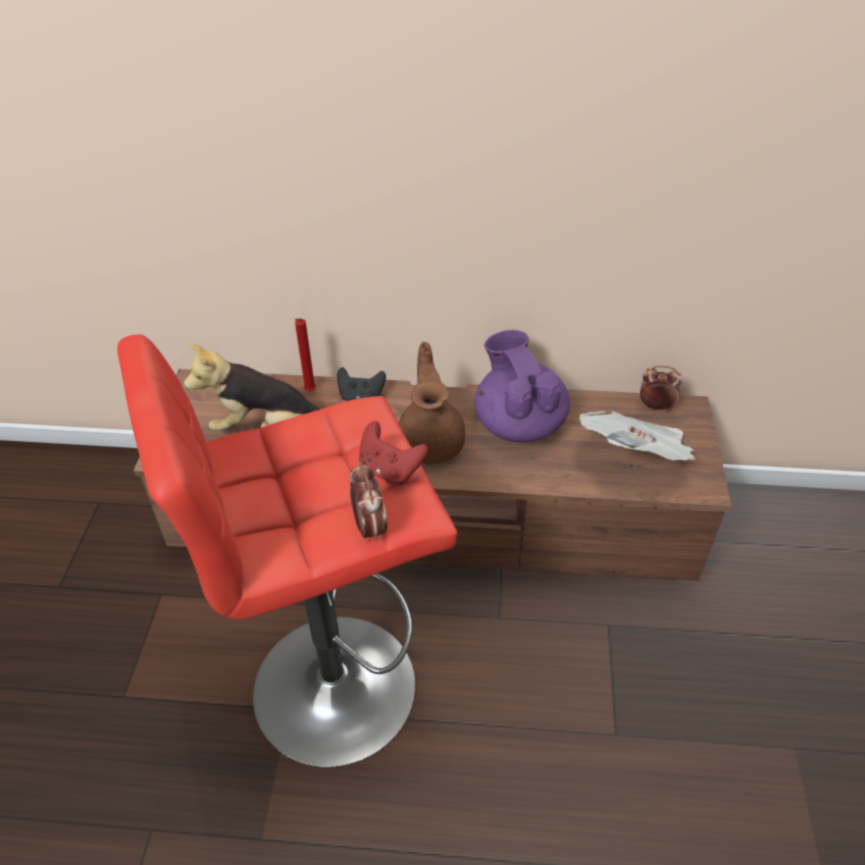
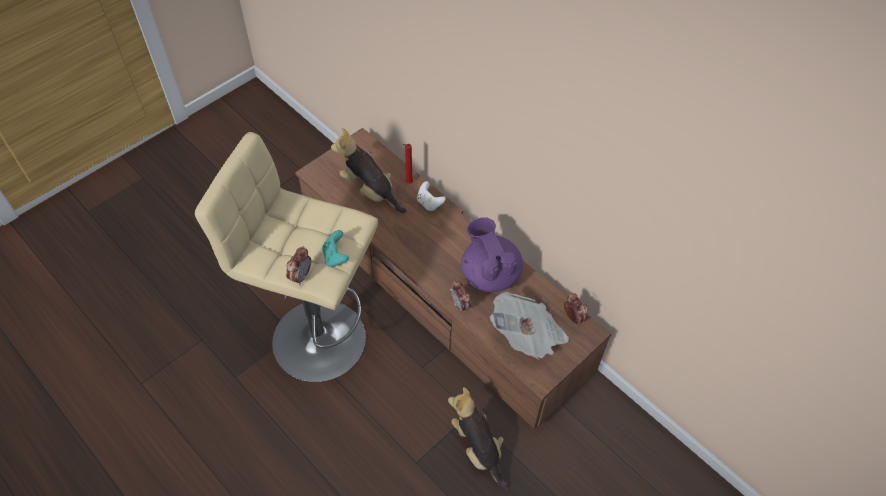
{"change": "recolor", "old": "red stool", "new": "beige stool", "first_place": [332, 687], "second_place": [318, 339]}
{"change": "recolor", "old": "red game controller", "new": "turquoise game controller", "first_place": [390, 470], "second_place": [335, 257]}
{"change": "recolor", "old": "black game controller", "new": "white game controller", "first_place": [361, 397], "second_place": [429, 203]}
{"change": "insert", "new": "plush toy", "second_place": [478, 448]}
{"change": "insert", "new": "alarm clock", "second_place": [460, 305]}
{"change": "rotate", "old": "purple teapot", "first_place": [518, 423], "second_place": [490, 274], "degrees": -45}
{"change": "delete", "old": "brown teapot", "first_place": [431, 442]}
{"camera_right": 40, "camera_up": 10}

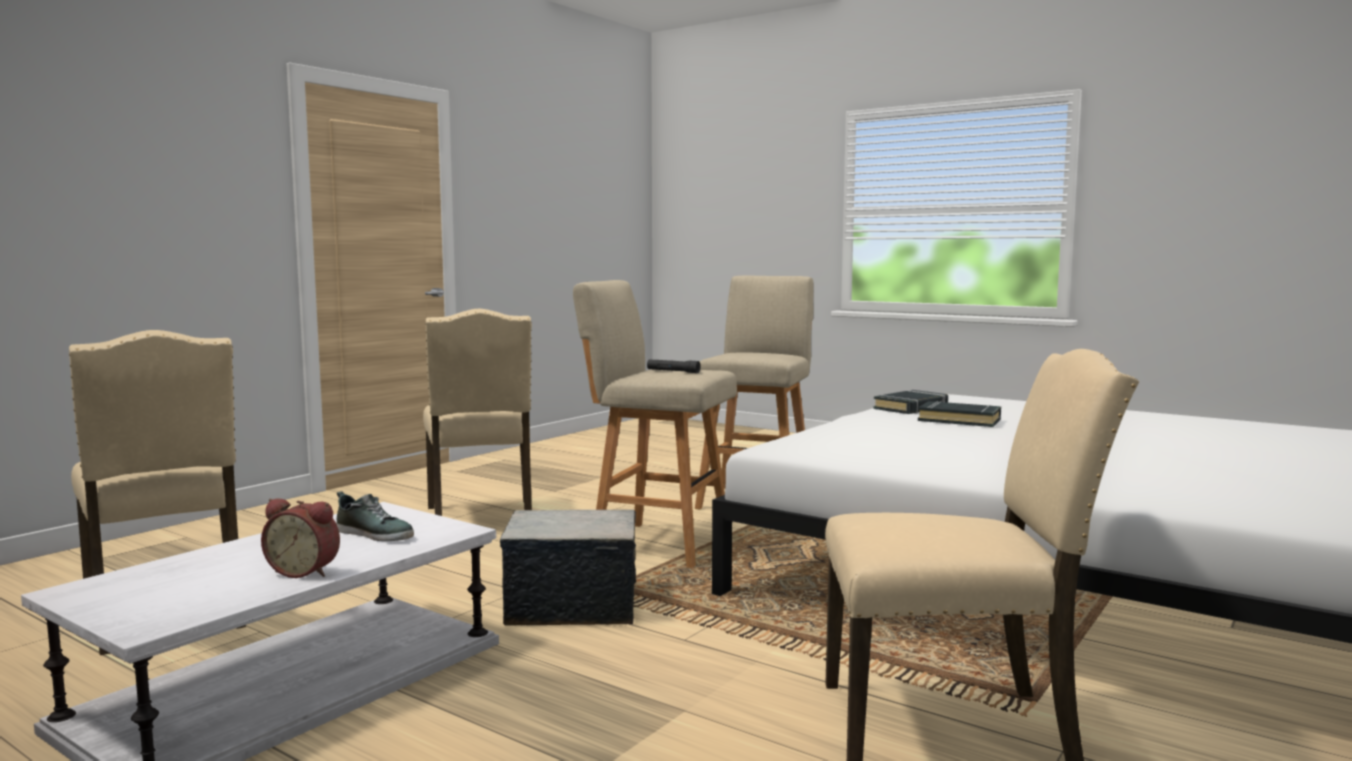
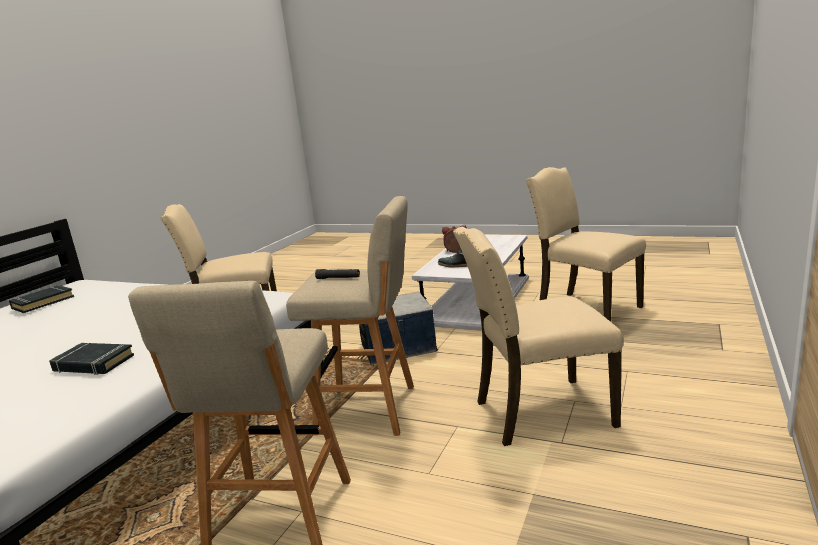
{"change": "move", "old": "black book", "first_place": [911, 408], "second_place": [43, 302]}
{"change": "rotate", "old": "beige chair", "first_place": [482, 521], "second_place": [539, 413], "degrees": -75}
{"camera_right": 170, "camera_up": 10}

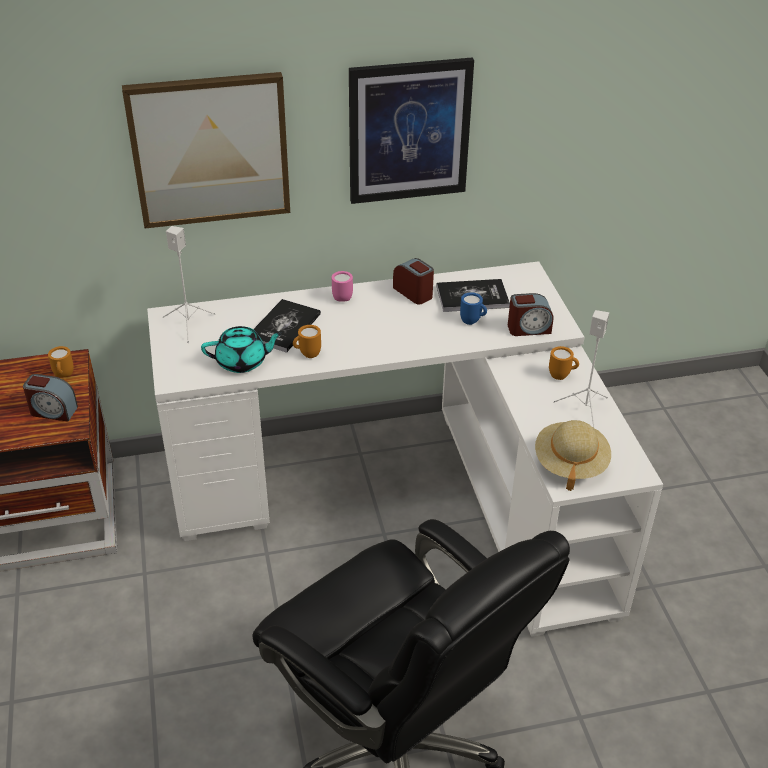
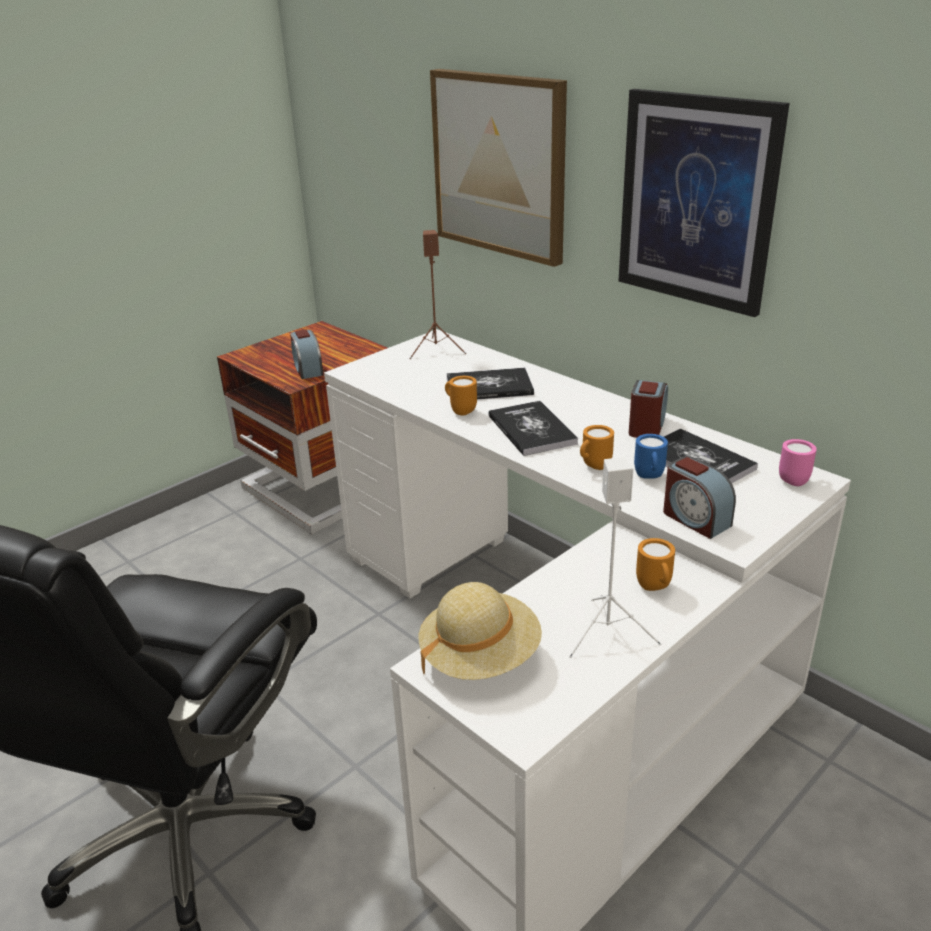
{"change": "recolor", "old": "white speaker", "new": "brown speaker", "first_place": [189, 324], "second_place": [437, 350]}
{"change": "insert", "new": "book", "second_place": [531, 430]}
{"change": "move", "old": "orange mug", "first_place": [64, 376], "second_place": [593, 467]}
{"change": "move", "old": "pink mug", "first_place": [342, 297], "second_place": [796, 480]}
{"change": "delete", "old": "turquoise teapot", "first_place": [242, 362]}
{"camera_right": 60, "camera_up": -10}

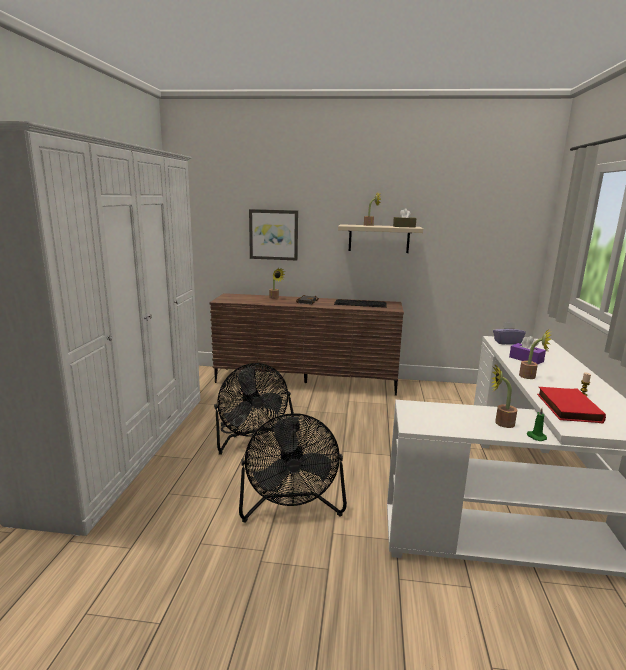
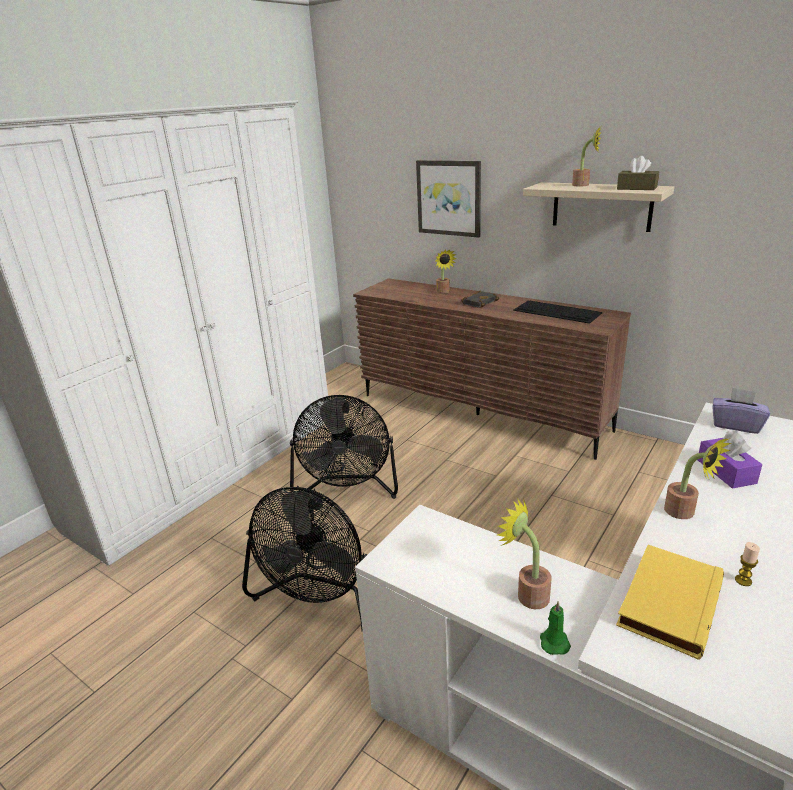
{"change": "recolor", "old": "red book", "new": "yellow book", "first_place": [566, 407], "second_place": [667, 601]}
{"camera_right": 30, "camera_up": 10}

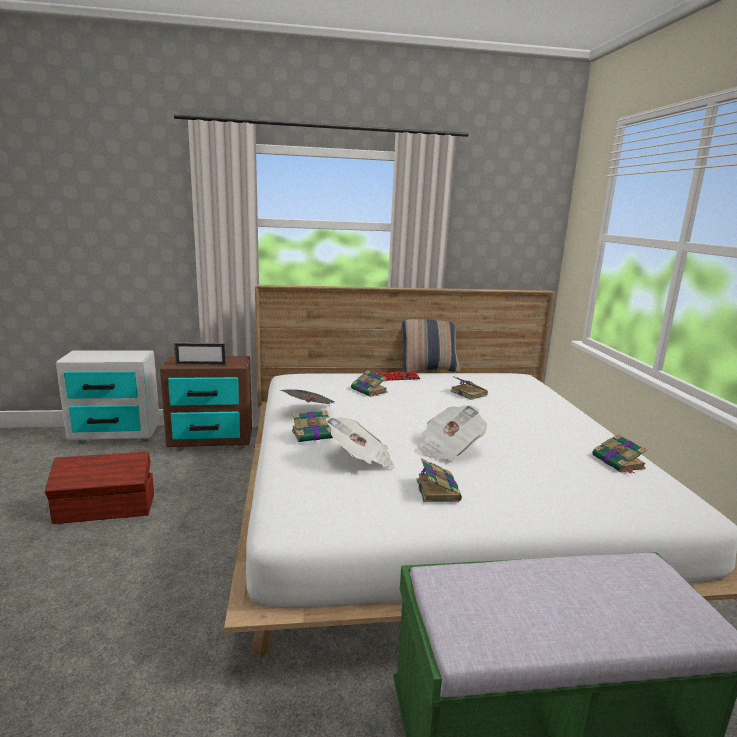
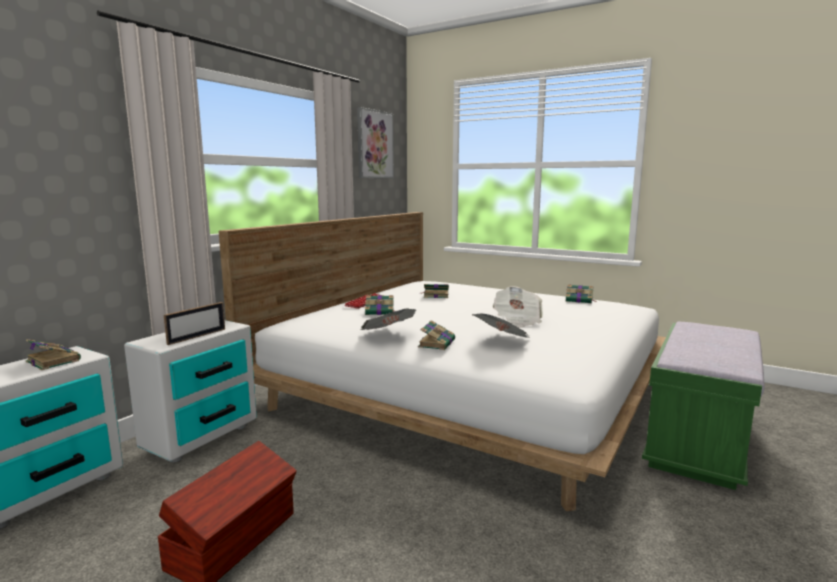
{"change": "move", "old": "book", "first_place": [437, 489], "second_place": [53, 361]}
{"change": "recolor", "old": "brown nightstand", "new": "white nightstand", "first_place": [211, 443], "second_place": [202, 439]}
{"change": "insert", "new": "picture", "second_place": [374, 144]}
{"change": "delete", "old": "pillow", "first_place": [428, 370]}
{"camera_right": -50, "camera_up": -5}

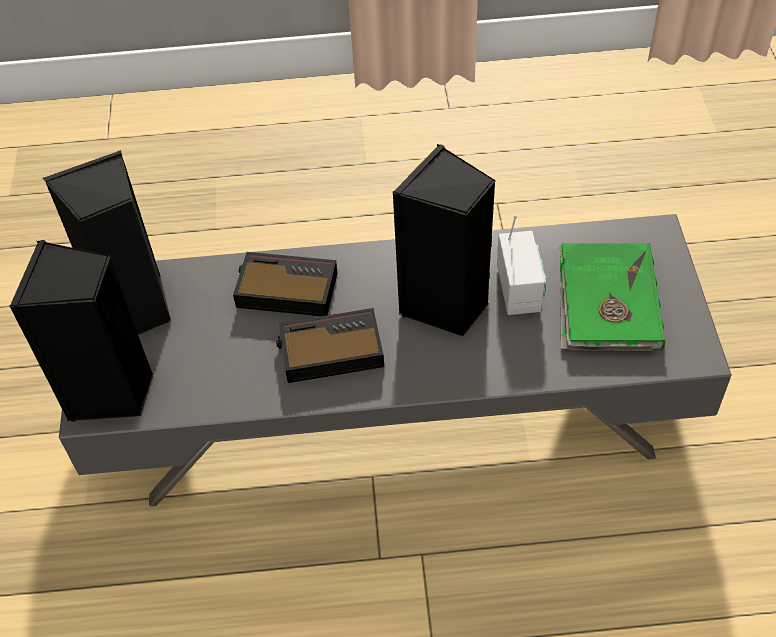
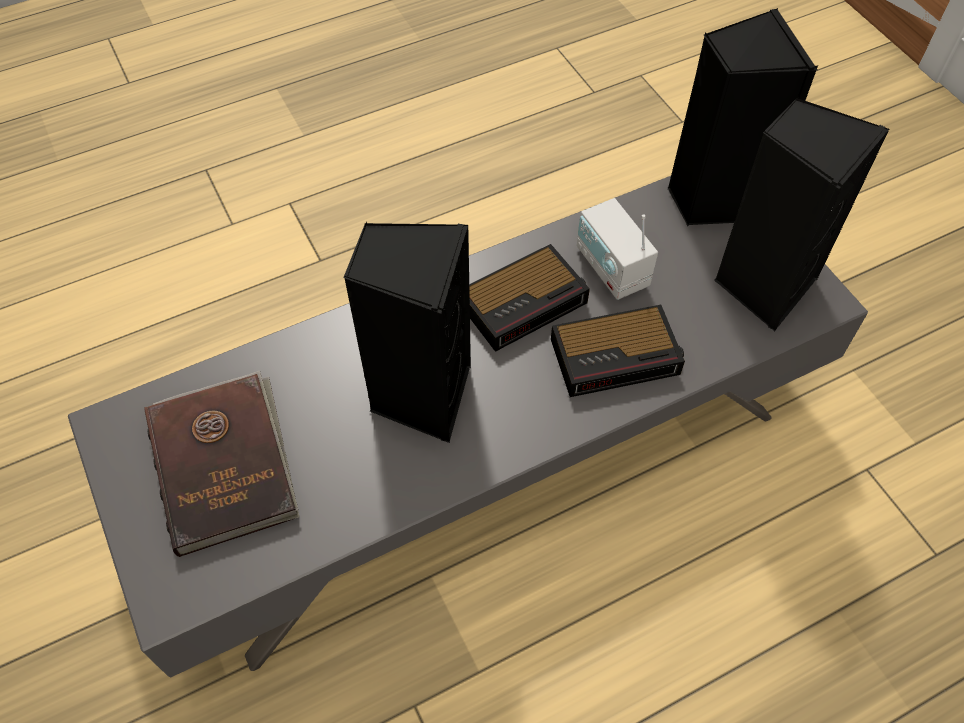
{"change": "recolor", "old": "green book", "new": "brown book", "first_place": [606, 301], "second_place": [225, 463]}
{"change": "move", "old": "radio", "first_place": [519, 289], "second_place": [611, 268]}
{"camera_right": 155, "camera_up": 5}

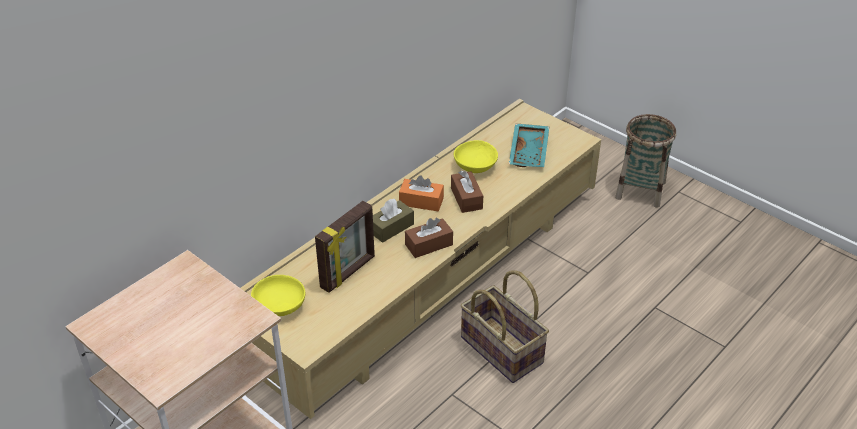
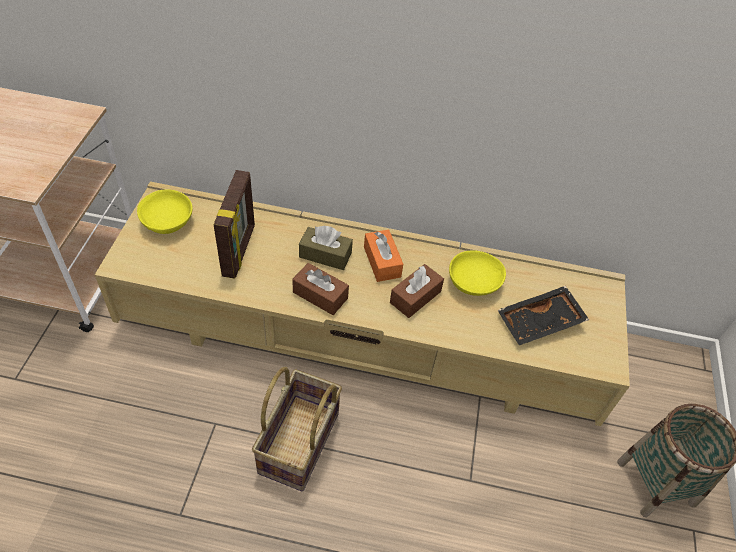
{"change": "rotate", "old": "picture frame", "first_place": [348, 273], "second_place": [240, 250], "degrees": -90}
{"change": "recolor", "old": "turquoise tray", "new": "black tray", "first_place": [530, 152], "second_place": [540, 323]}
{"camera_right": 55, "camera_up": 10}

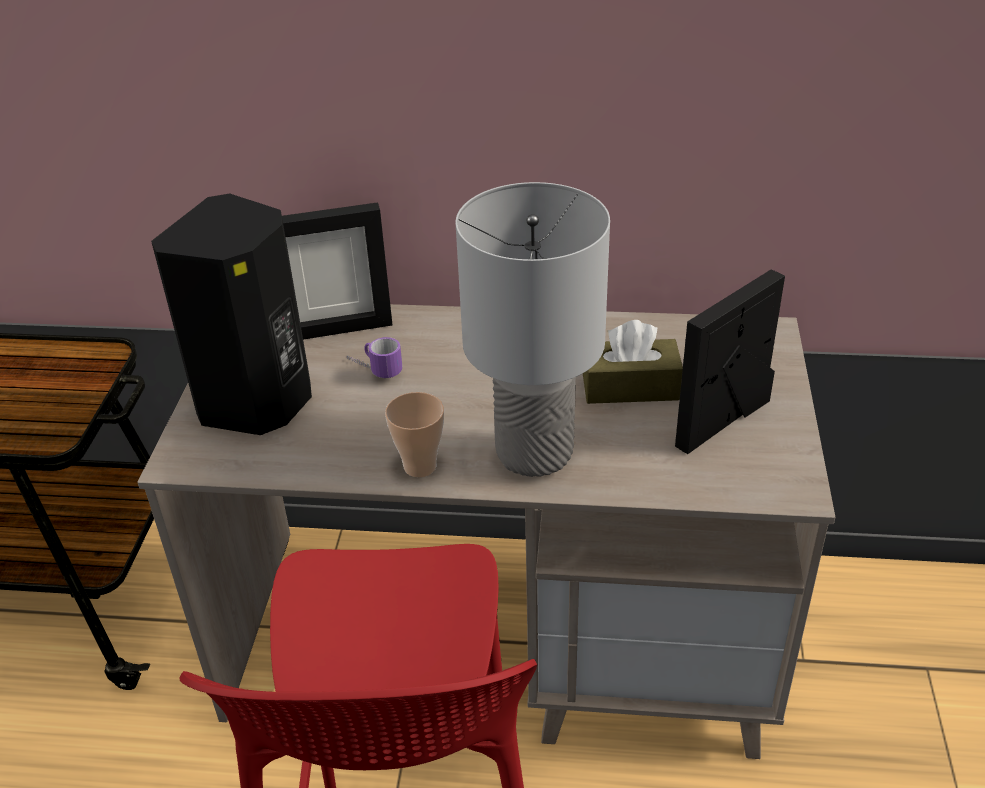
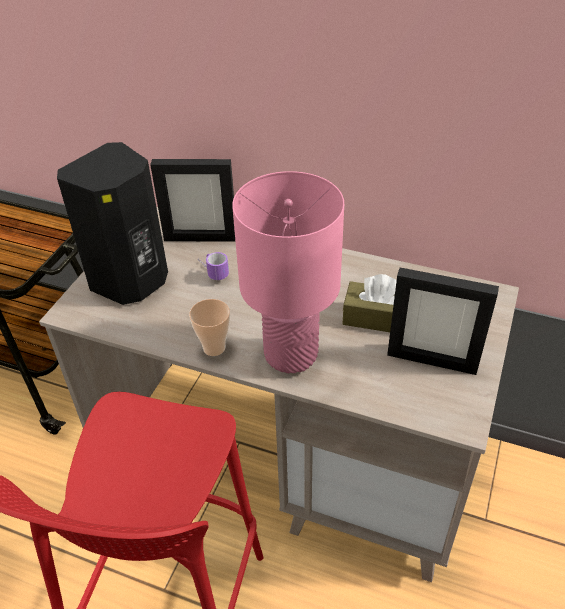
{"change": "recolor", "old": "grey table lamp", "new": "pink table lamp", "first_place": [533, 457], "second_place": [291, 357]}
{"change": "rotate", "old": "picture frame", "first_place": [723, 423], "second_place": [432, 359], "degrees": -135}
{"camera_right": 15, "camera_up": 5}

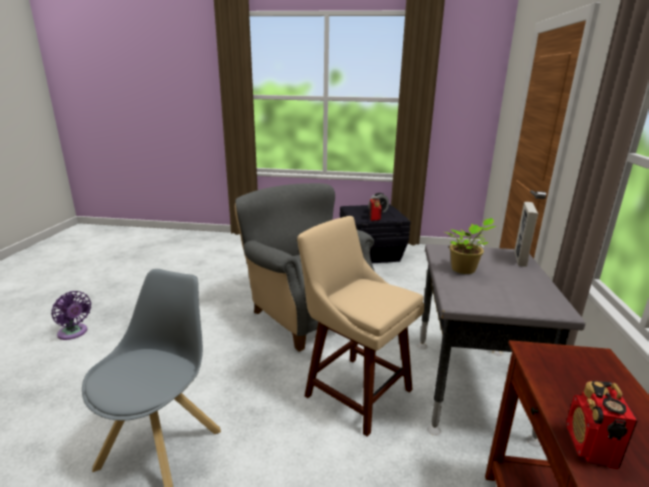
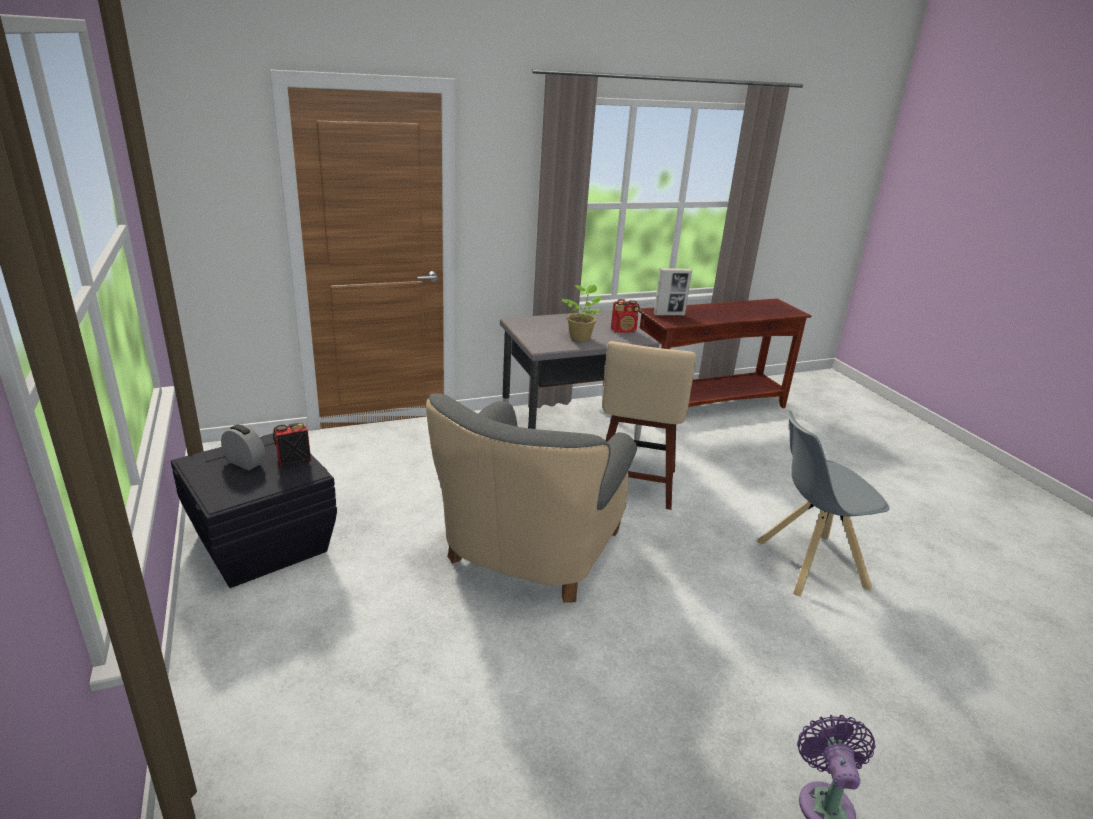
{"change": "move", "old": "radio", "first_place": [591, 446], "second_place": [624, 330]}
{"change": "move", "old": "picture frame", "first_place": [520, 259], "second_place": [669, 314]}
{"camera_right": -120, "camera_up": 5}

